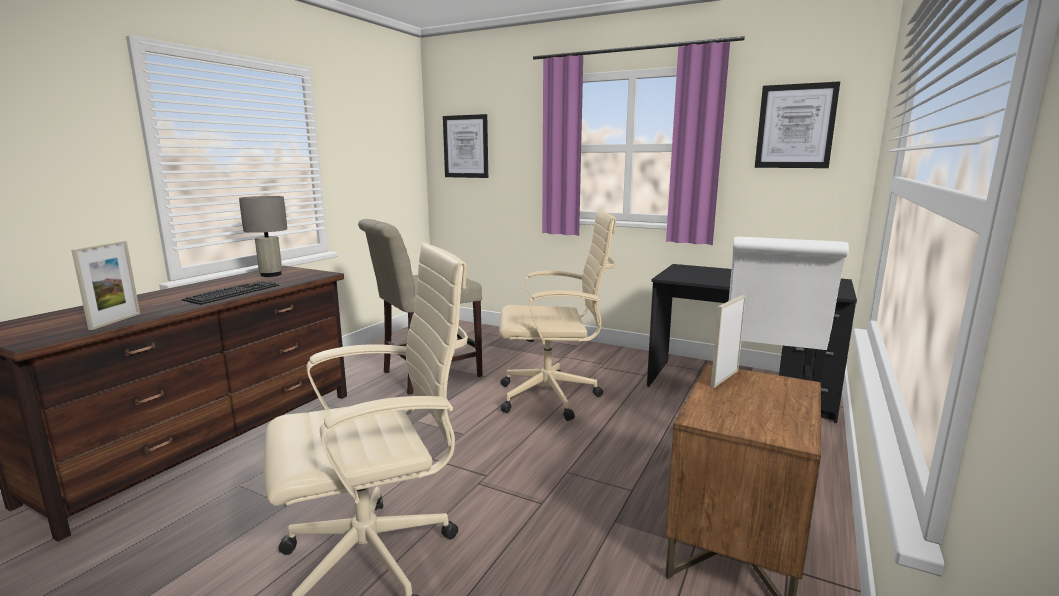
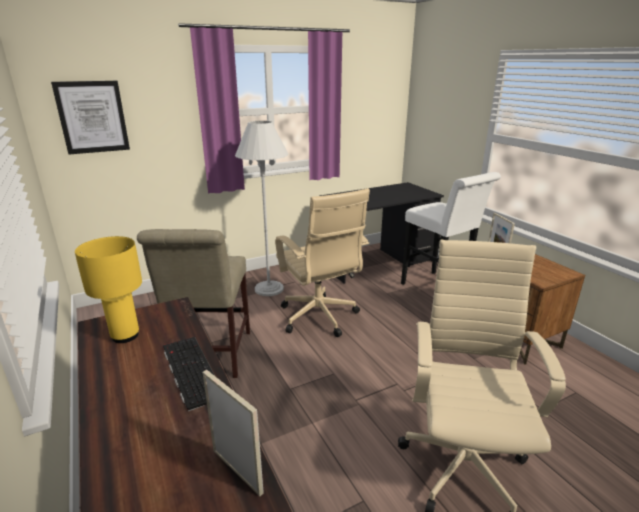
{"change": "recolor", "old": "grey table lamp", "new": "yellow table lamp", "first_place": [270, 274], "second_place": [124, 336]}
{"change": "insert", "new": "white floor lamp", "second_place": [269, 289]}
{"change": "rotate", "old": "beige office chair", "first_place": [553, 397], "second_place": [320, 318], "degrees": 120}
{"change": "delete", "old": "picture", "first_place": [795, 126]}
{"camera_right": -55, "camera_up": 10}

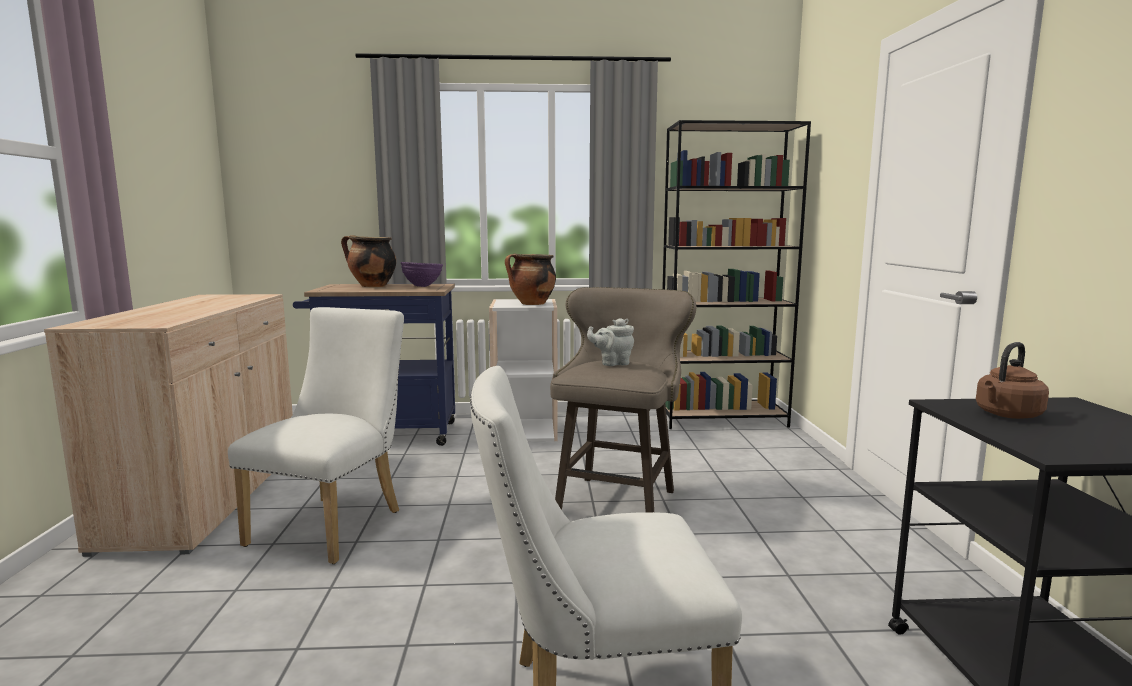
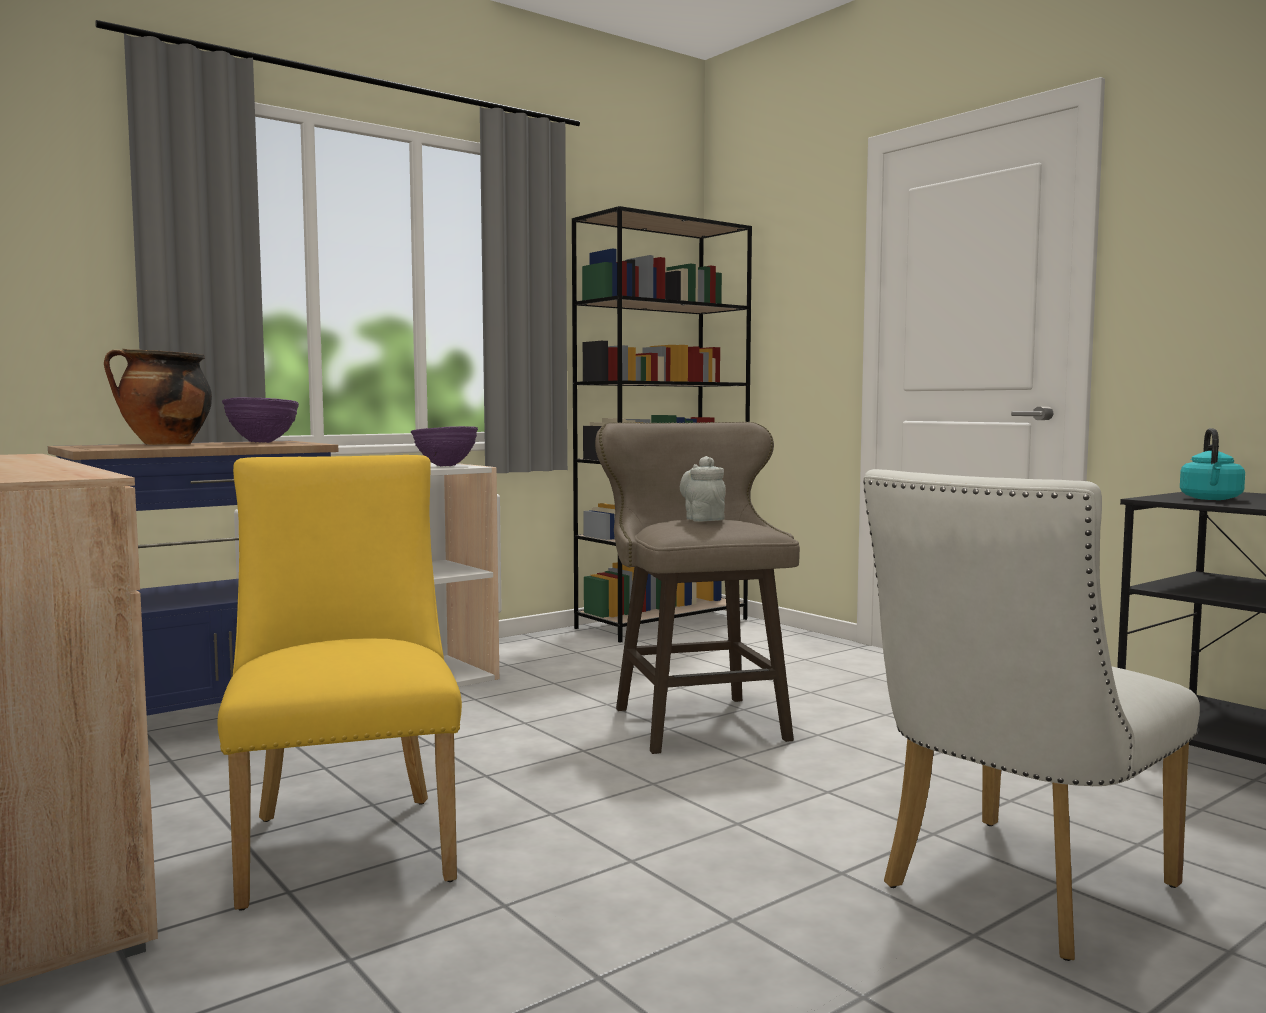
{"change": "recolor", "old": "white chair", "new": "yellow chair", "first_place": [334, 523], "second_place": [347, 840]}
{"change": "replace", "old": "cooking pot", "new": "purple bowl", "first_place": [531, 304], "second_place": [445, 466]}
{"change": "rotate", "old": "grey teapot", "first_place": [612, 363], "second_place": [703, 519], "degrees": 120}
{"change": "recolor", "old": "brown kettle", "new": "turquoise kettle", "first_place": [1006, 415], "second_place": [1211, 499]}
{"camera_right": -35, "camera_up": -5}

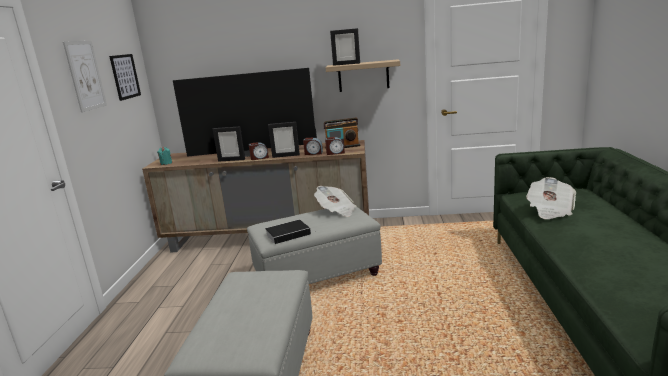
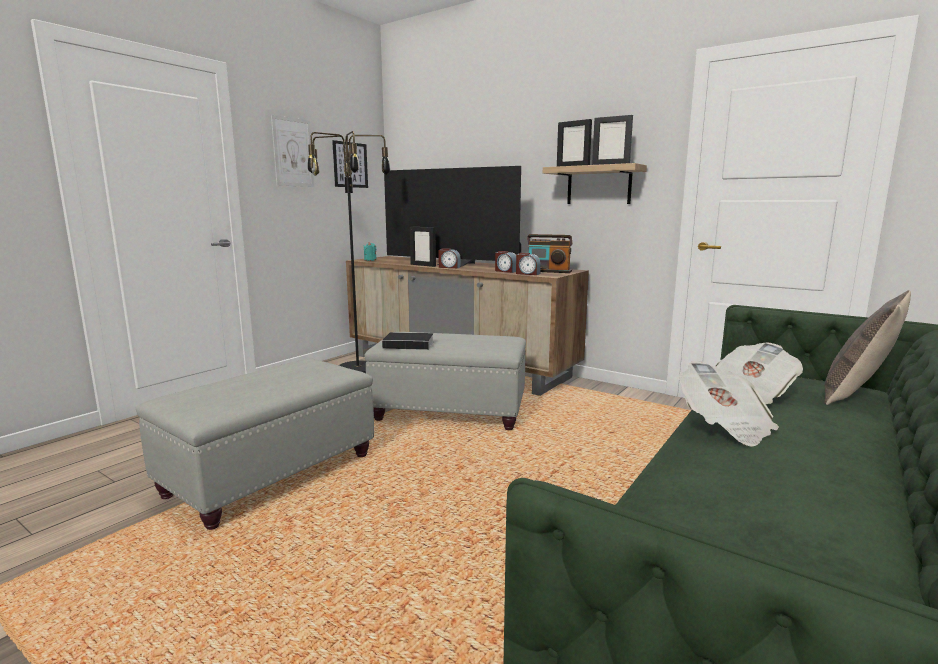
{"change": "insert", "new": "floor lamp", "second_place": [357, 370]}
{"change": "move", "old": "picture frame", "first_place": [286, 156], "second_place": [611, 164]}
{"change": "move", "old": "newspaper", "first_place": [336, 211], "second_place": [724, 426]}
{"change": "insert", "new": "pillow", "second_place": [858, 395]}
{"camera_right": 30, "camera_up": -5}

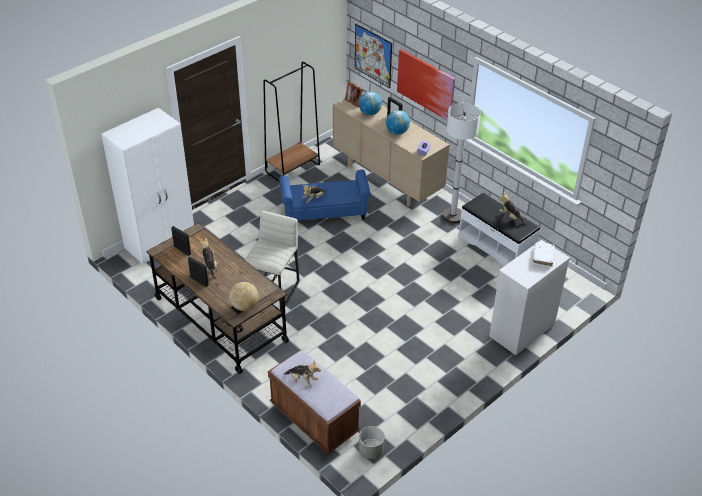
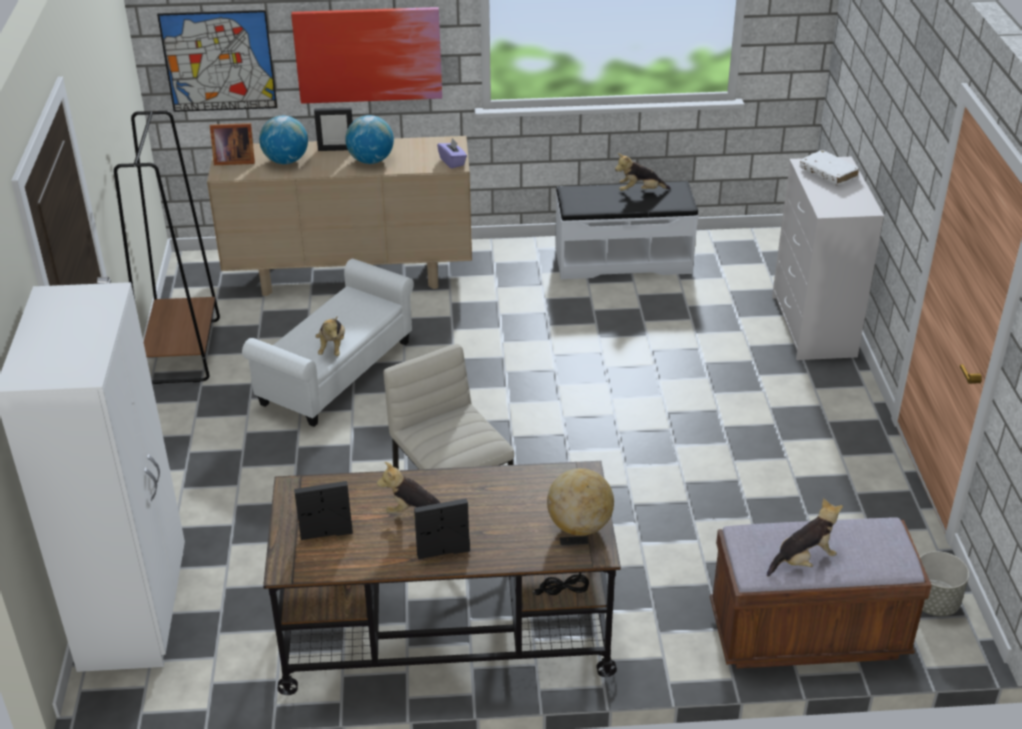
{"change": "recolor", "old": "blue ottoman", "new": "white ottoman", "first_place": [324, 212], "second_place": [336, 372]}
{"change": "delete", "old": "white floor lamp", "first_place": [453, 216]}
{"camera_right": -50, "camera_up": -5}

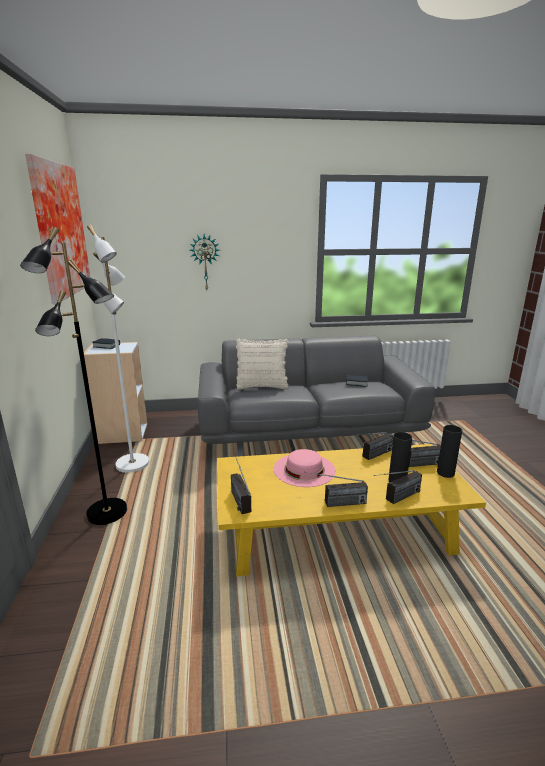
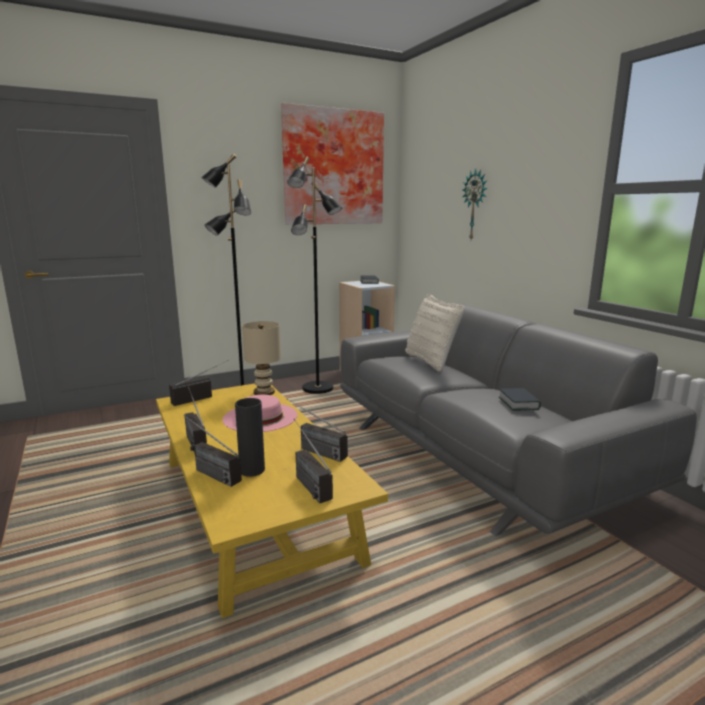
{"change": "insert", "new": "beige table lamp", "second_place": [264, 392]}
{"change": "recolor", "old": "white floor lamp", "new": "black floor lamp", "first_place": [134, 464], "second_place": [318, 389]}
{"change": "delete", "old": "black vase", "first_place": [445, 473]}
{"camera_right": 70, "camera_up": -5}

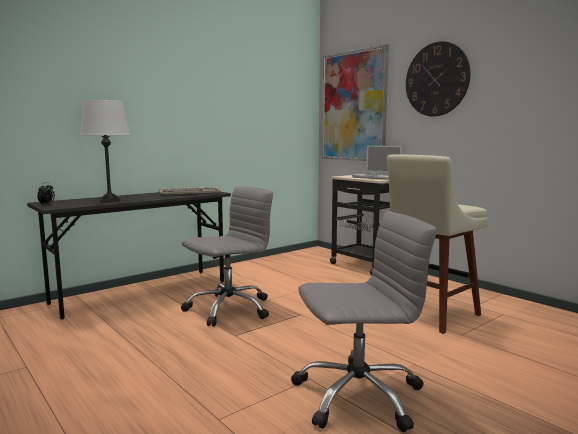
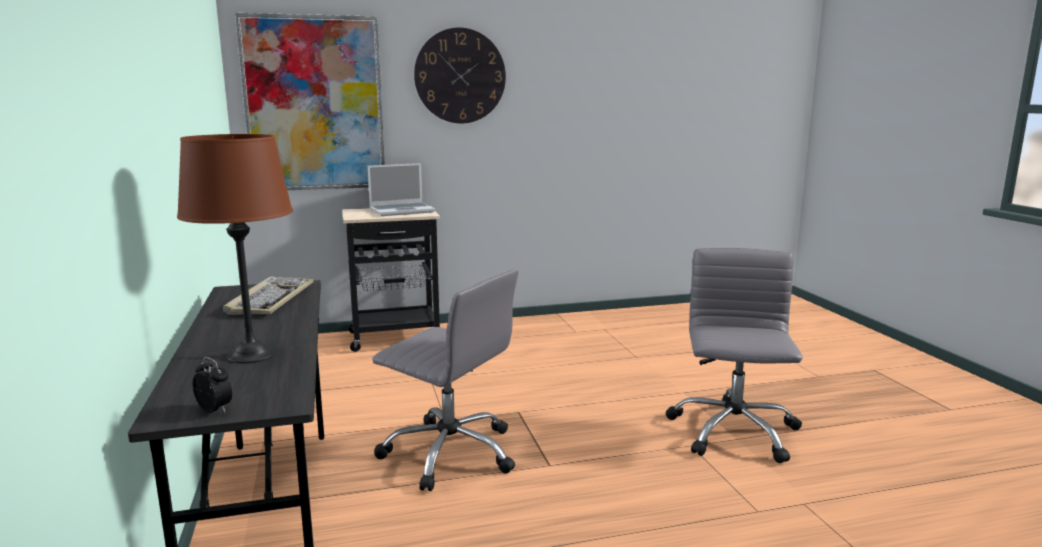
{"change": "recolor", "old": "white table lamp", "new": "brown table lamp", "first_place": [109, 200], "second_place": [251, 354]}
{"change": "rotate", "old": "grey office chair", "first_place": [229, 309], "second_place": [450, 453], "degrees": 135}
{"change": "delete", "old": "beige stool", "first_place": [429, 315]}
{"camera_right": -65, "camera_up": 5}

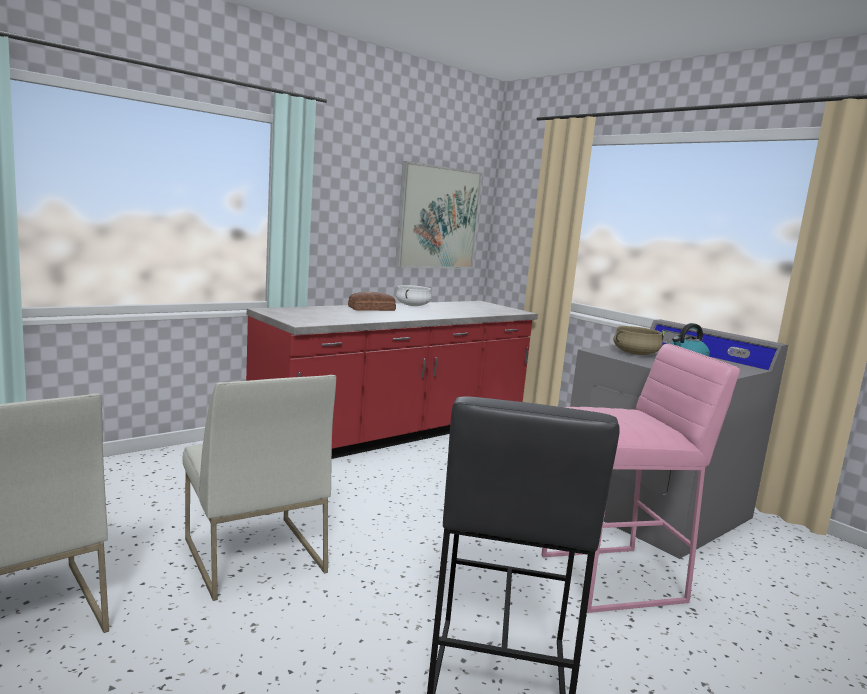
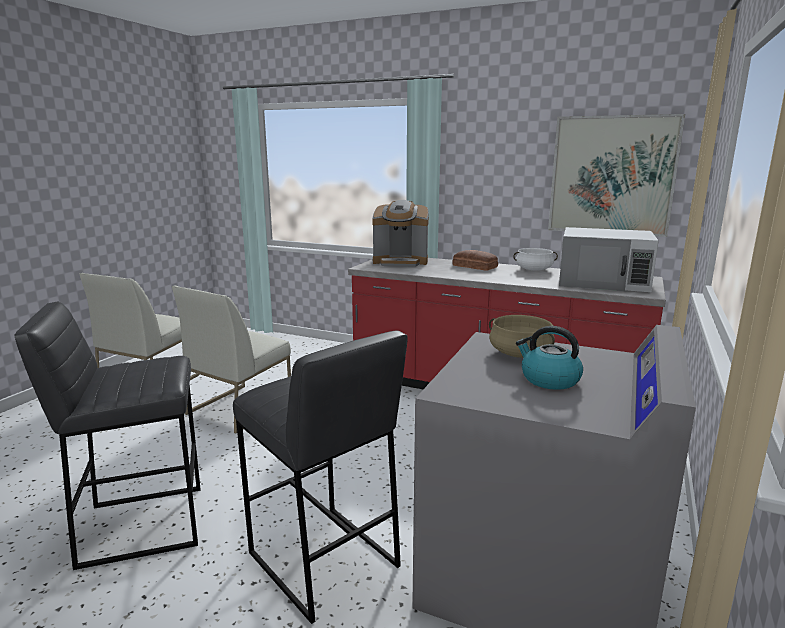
{"change": "recolor", "old": "pink stool", "new": "grey stool", "first_place": [614, 578], "second_place": [324, 561]}
{"change": "insert", "new": "coffee machine", "second_place": [401, 262]}
{"change": "insert", "new": "white microwave", "second_place": [603, 281]}
{"camera_right": 65, "camera_up": 5}

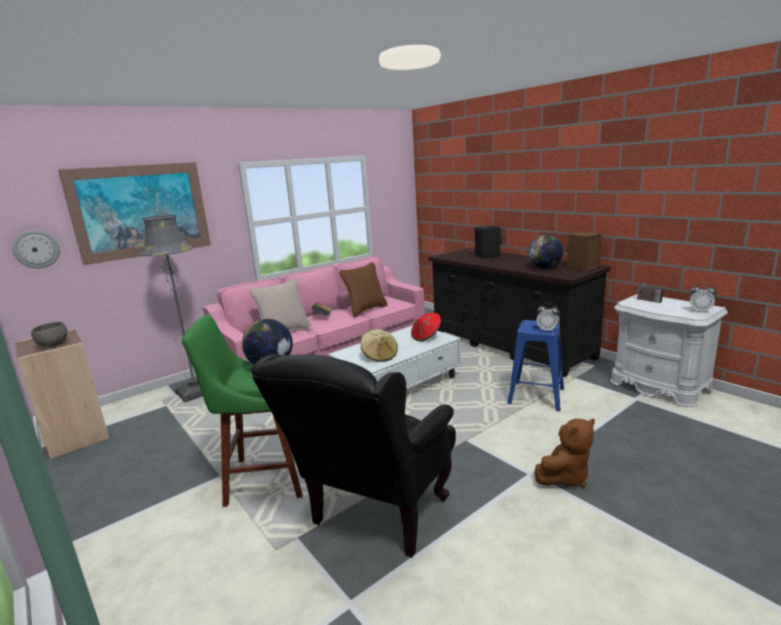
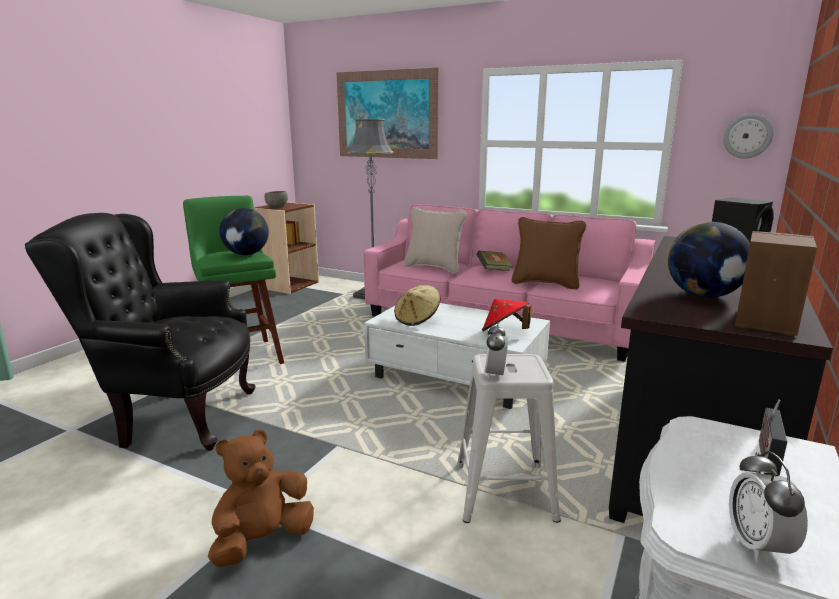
{"change": "rotate", "old": "brown plush toy", "first_place": [564, 477], "second_place": [262, 540], "degrees": 105}
{"change": "recolor", "old": "blue stool", "new": "white stool", "first_place": [536, 396], "second_place": [504, 492]}
{"change": "move", "old": "wall clock", "first_place": [36, 249], "second_place": [747, 136]}
{"camera_right": 65, "camera_up": 0}

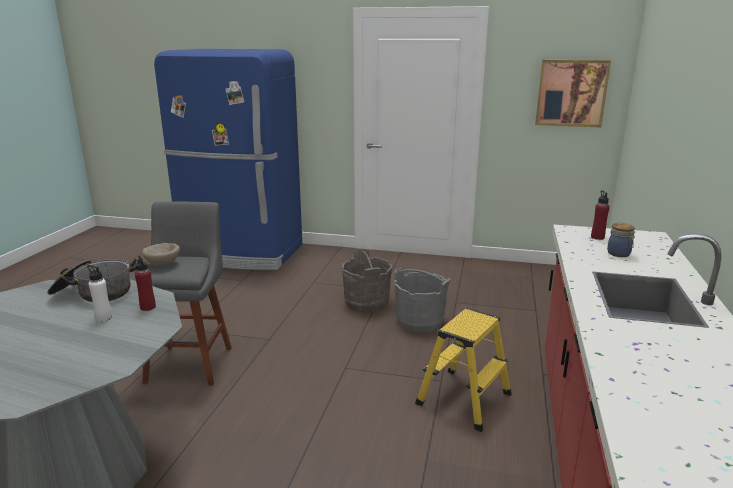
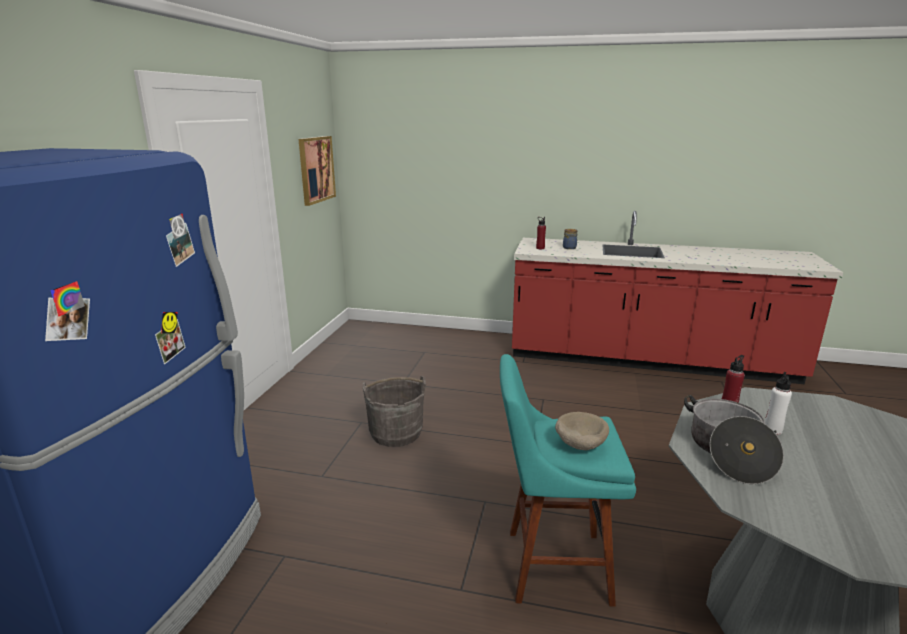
{"change": "recolor", "old": "grey stool", "new": "turquoise stool", "first_place": [191, 362], "second_place": [551, 566]}
{"change": "delete", "old": "grey bucket", "first_place": [419, 322]}
{"change": "delete", "old": "yellow step ladder", "first_place": [463, 399]}
{"camera_right": -90, "camera_up": 0}

